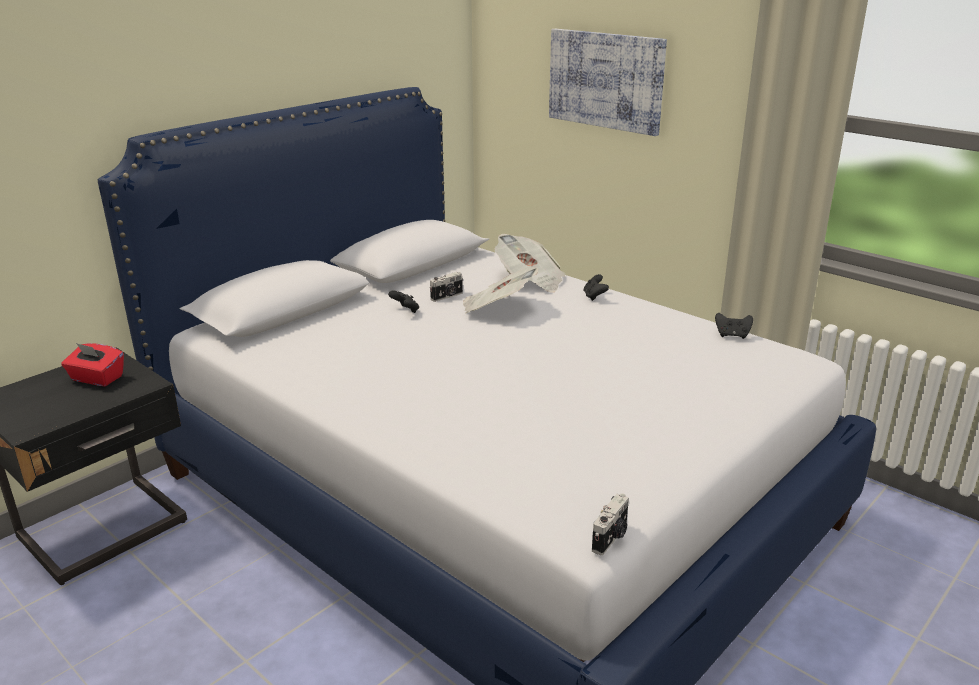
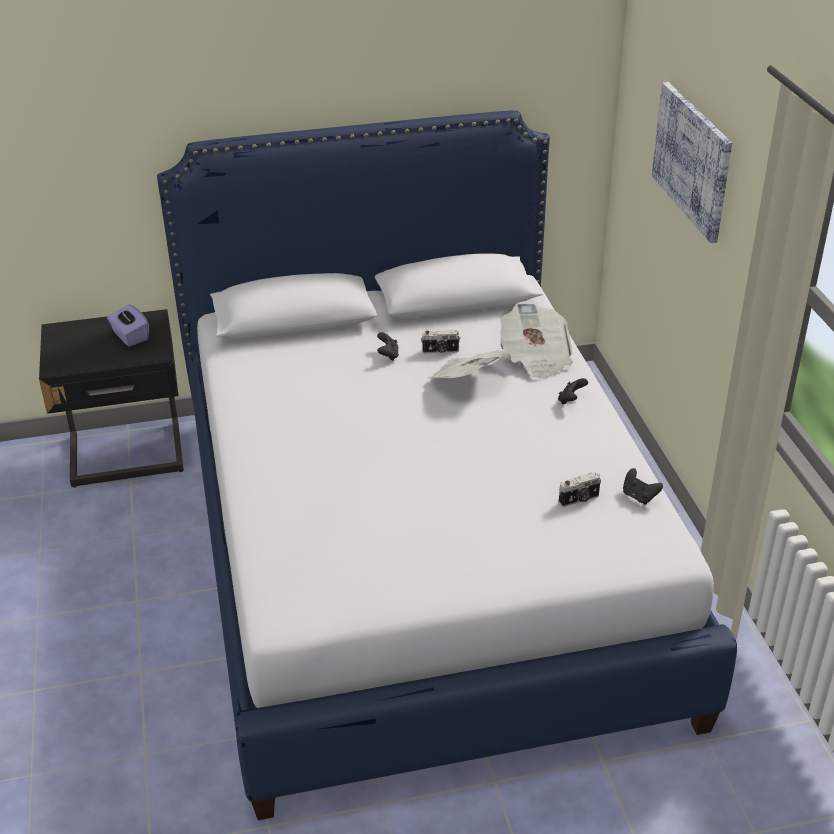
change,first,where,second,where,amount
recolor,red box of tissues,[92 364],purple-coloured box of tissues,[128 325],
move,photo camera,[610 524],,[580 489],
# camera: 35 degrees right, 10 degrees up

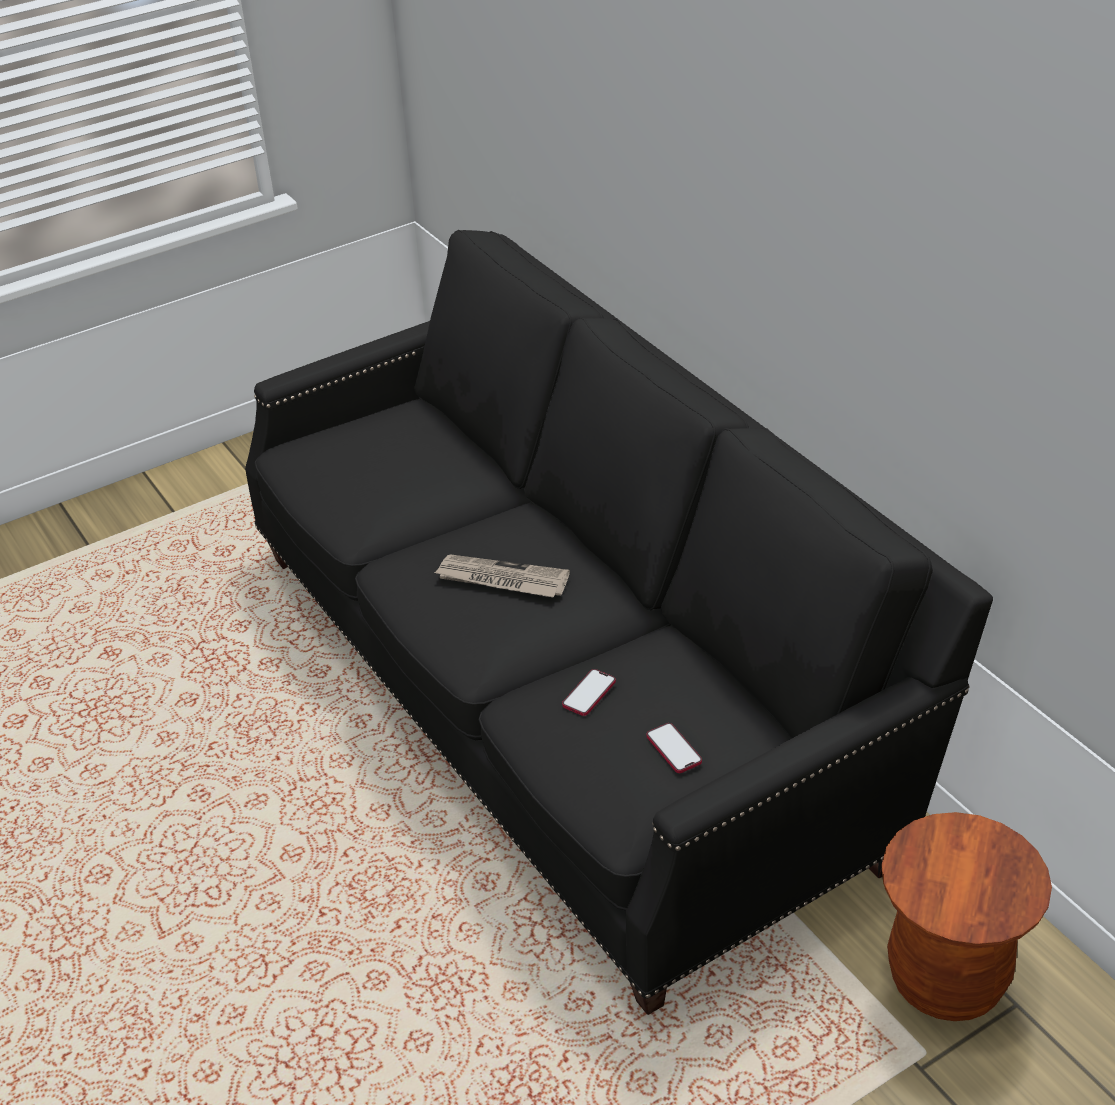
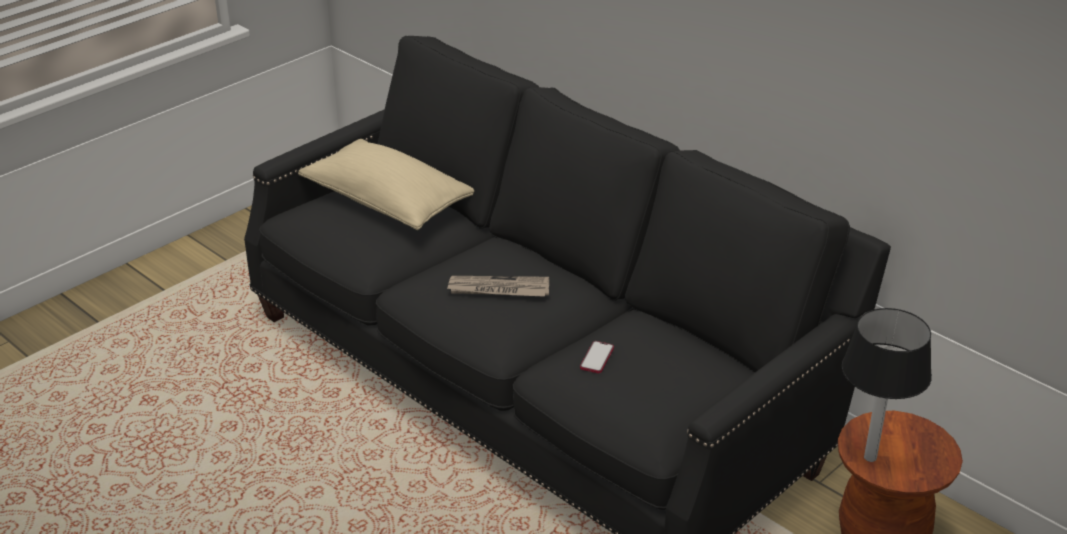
change,first,where,second,where,amount
delete,phone,[674 748],,,
insert,,,beige-coloured cushion,[386 184],
insert,,,table lamp,[887 385],
# camera: 15 degrees left, 5 degrees down

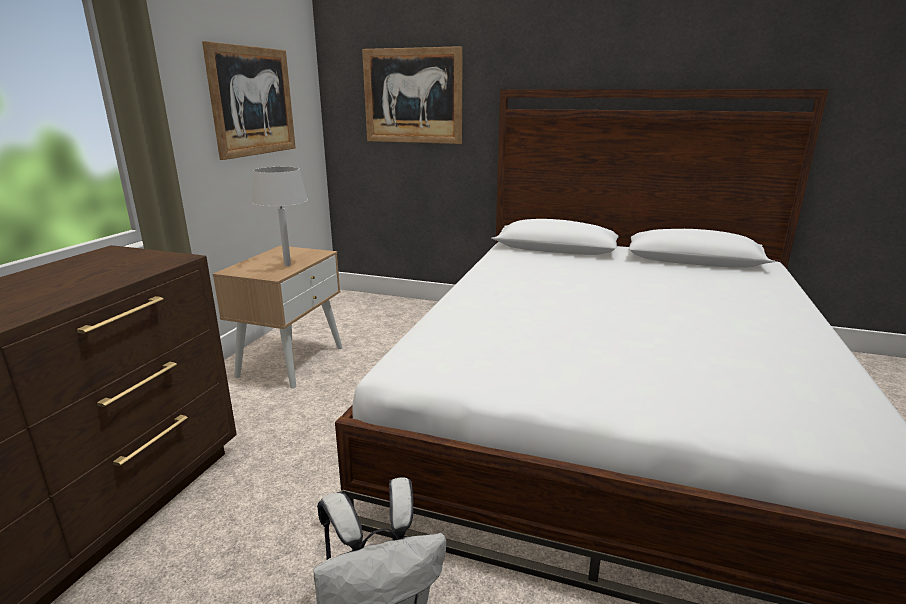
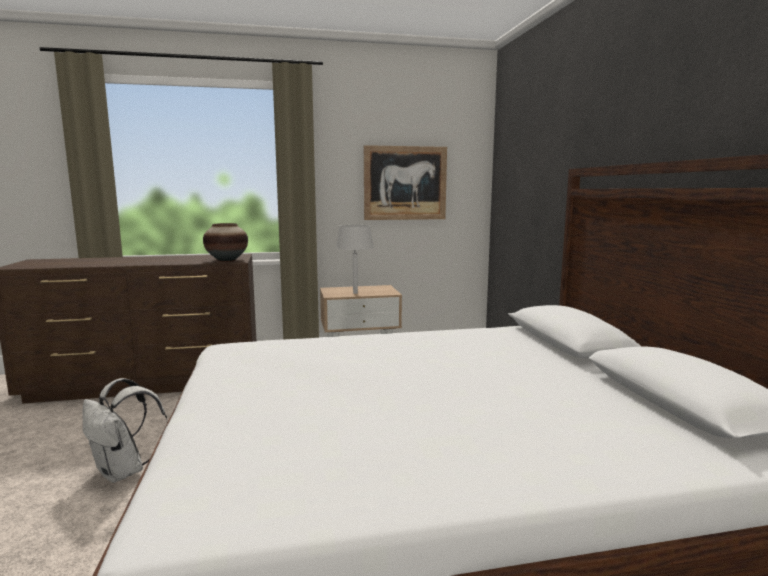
change,first,where,second,where,amount
delete,wall art,[412 95],,,
insert,,,vase,[225 242],
# camera: 60 degrees right, 10 degrees down

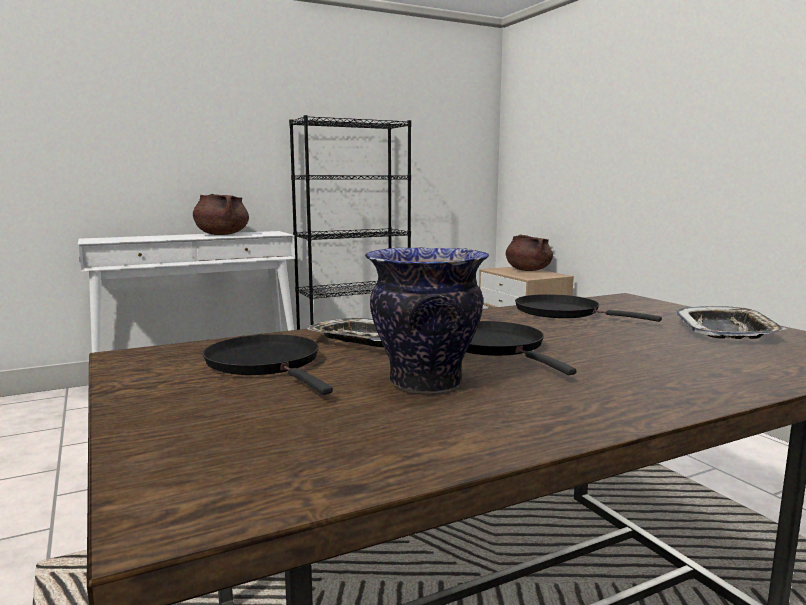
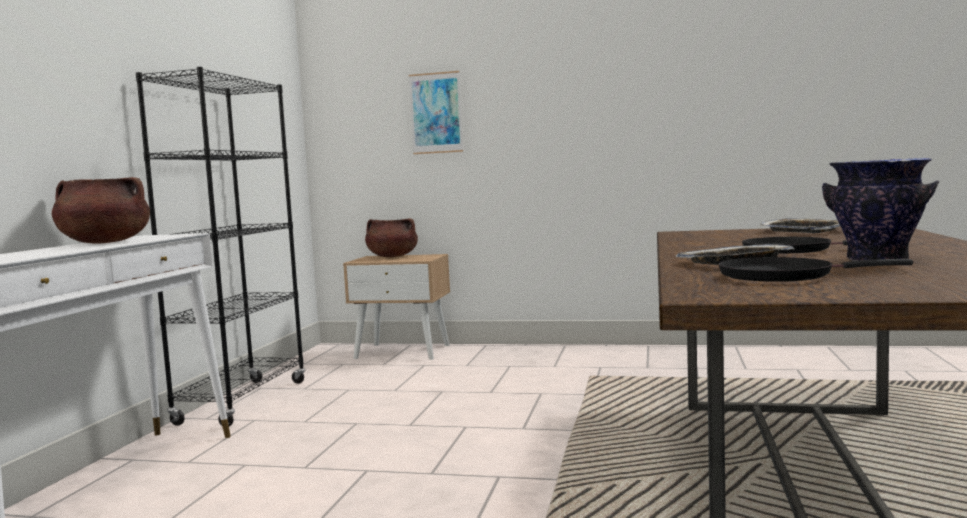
change,first,where,second,where,amount
delete,black-coloured skillet,[588 308],,,
insert,,,wall art,[436 112],
# camera: 50 degrees left, 5 degrees down

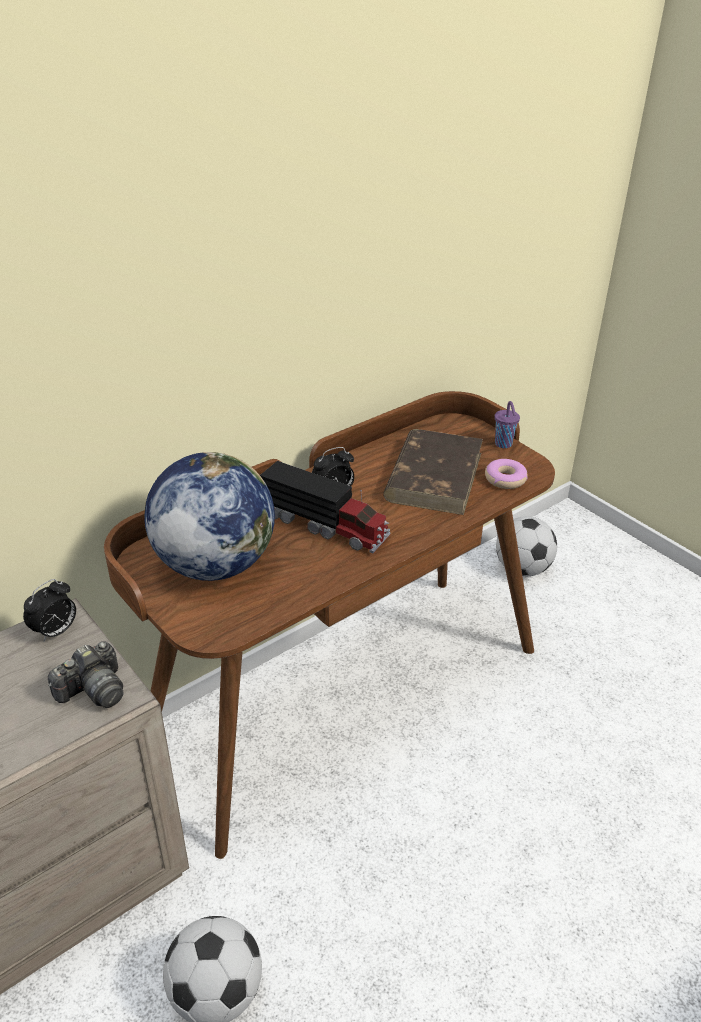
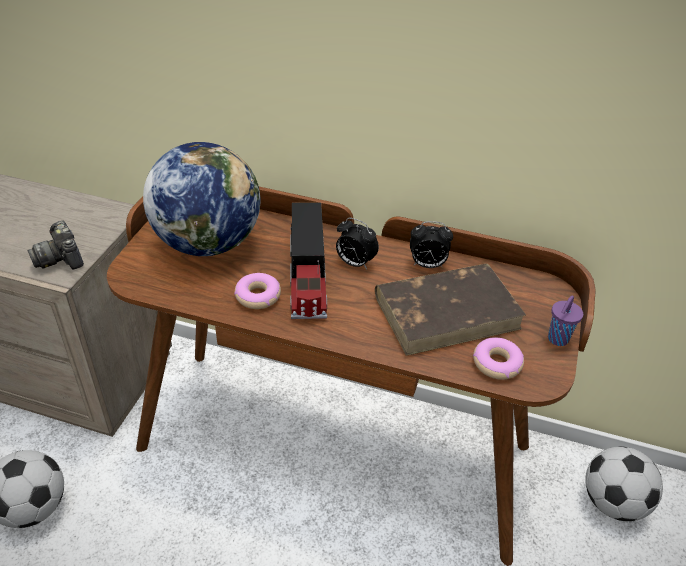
change,first,where,second,where,amount
move,bedside clock,[49 610],,[431 244],
rotate,photo camera,[86 675],,[56 245],45 degrees clockwise
insert,,,ring doughnut,[257 291],
# camera: 55 degrees right, 5 degrees up

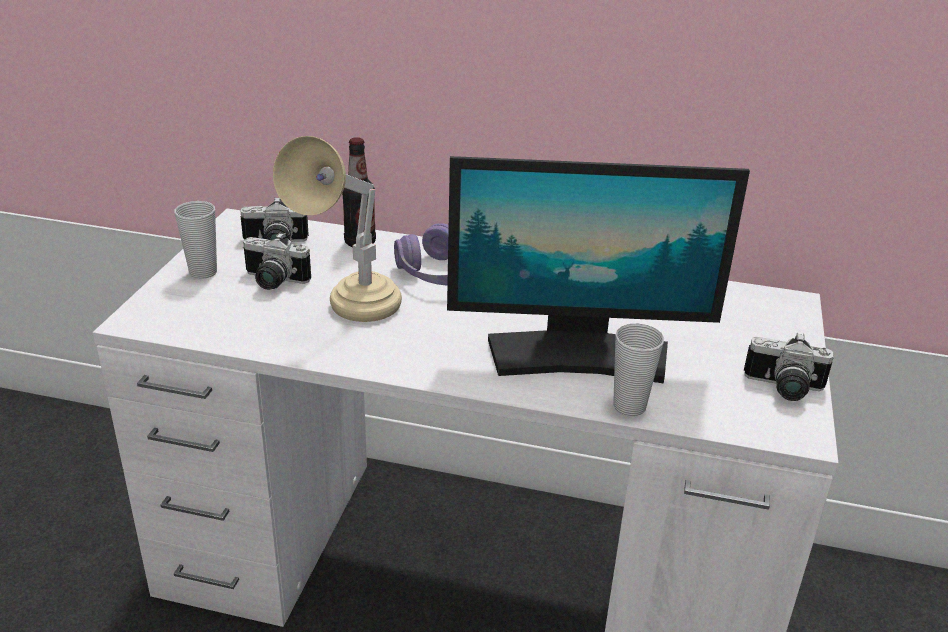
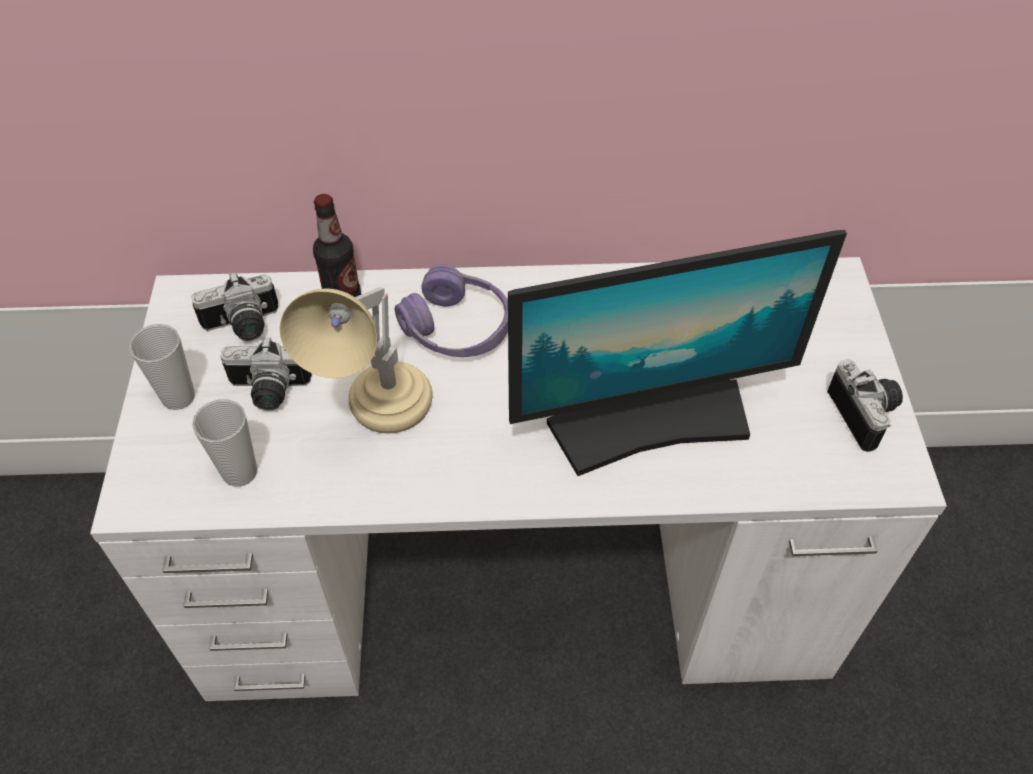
change,first,where,second,where,amount
move,drinking cup,[638 370],,[224 443],
rotate,photo camera,[789 367],,[865 405],105 degrees counterclockwise
# camera: 15 degrees left, 20 degrees up

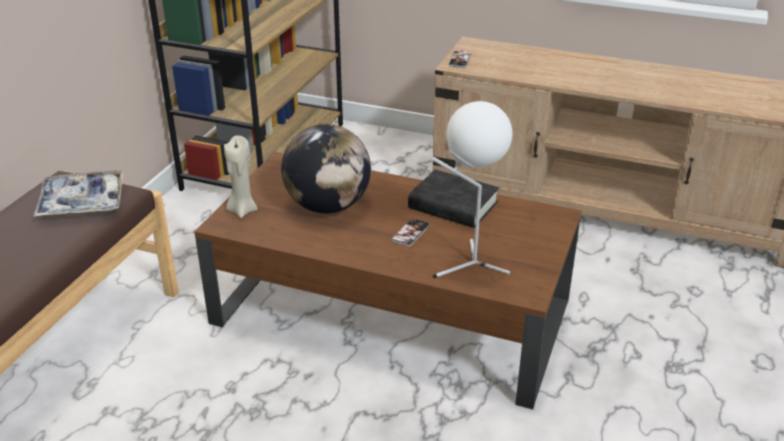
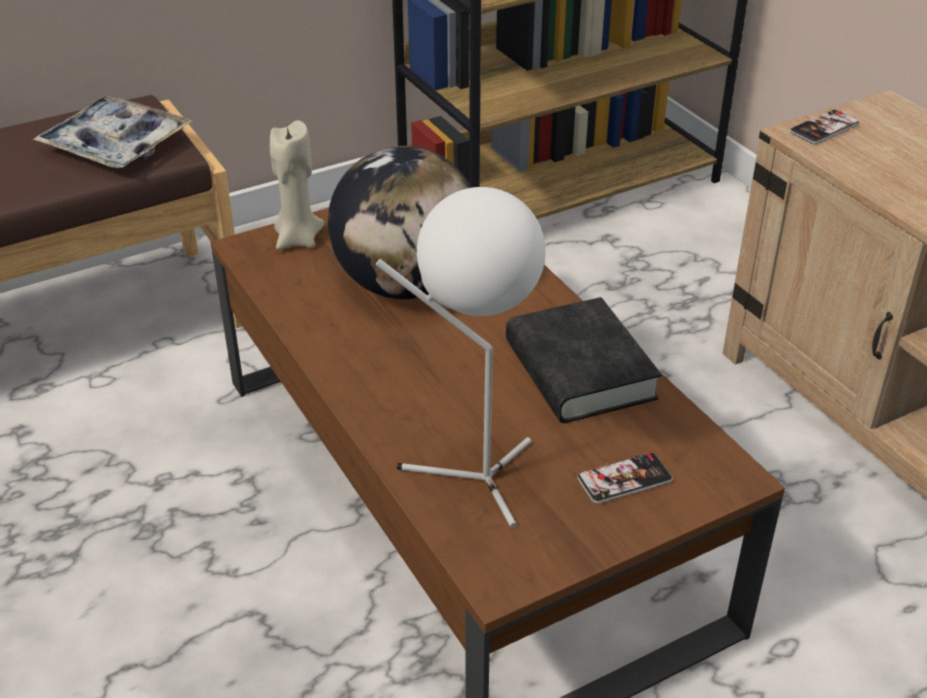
change,first,where,second,where,amount
move,phone,[410 232],,[625 478],
# camera: 40 degrees right, 5 degrees up

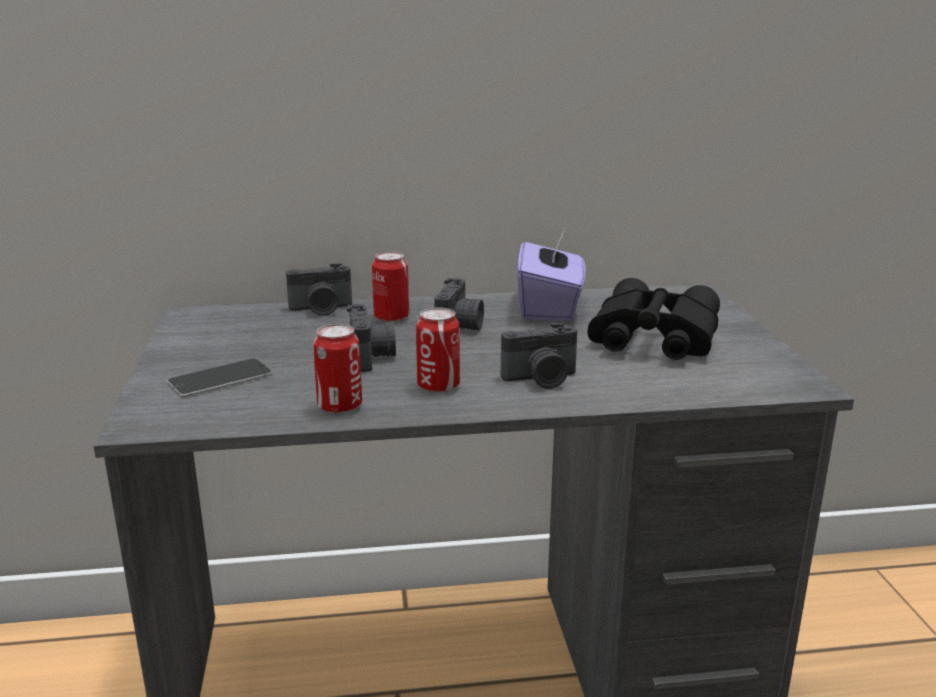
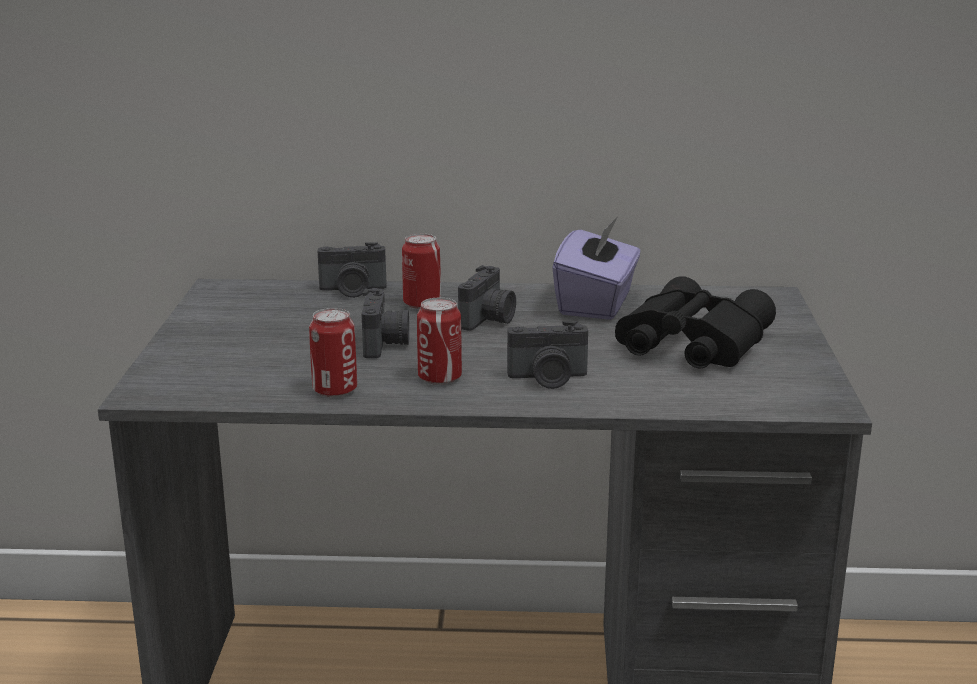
change,first,where,second,where,amount
delete,phone,[220 377],,,
# camera: 10 degrees right, 0 degrees up

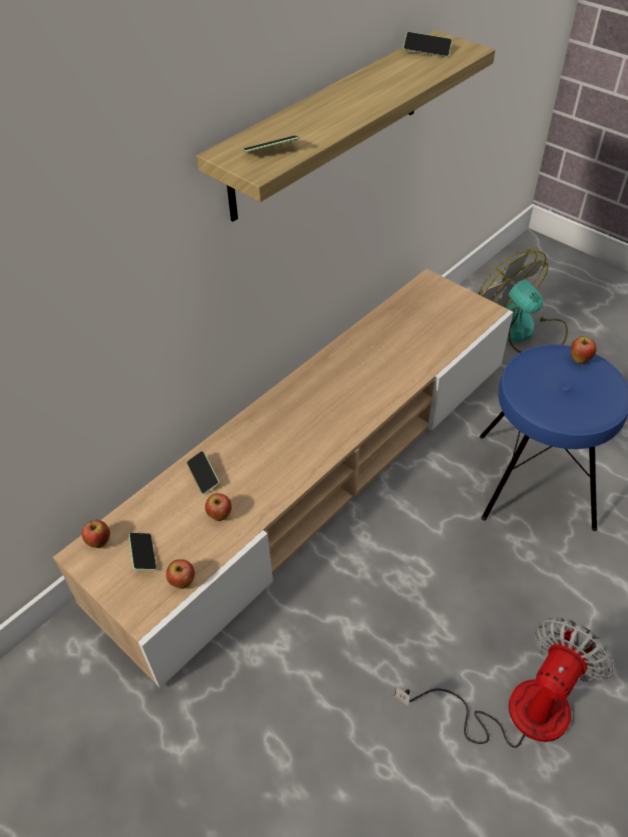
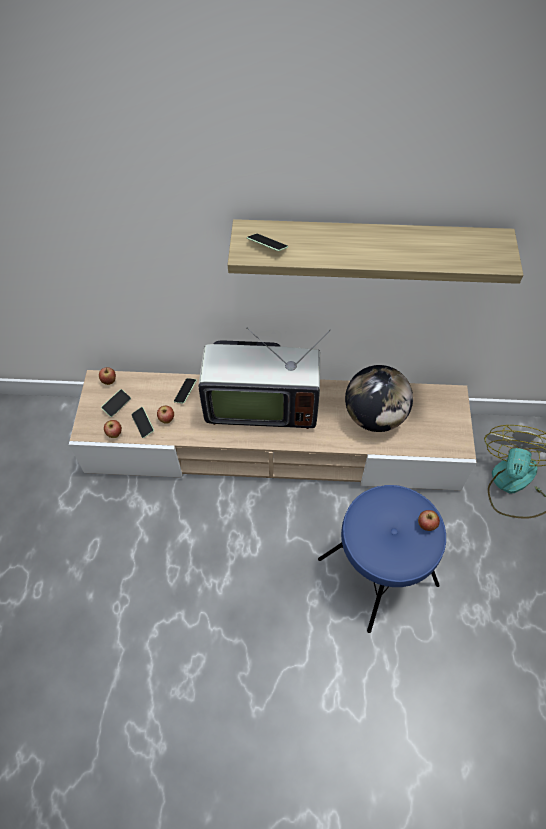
change,first,where,second,where,amount
move,phone,[427 44],,[143 422],
delete,fan,[504 682],,,
insert,,,TV,[265 378],
insert,,,desk globe,[379 398],
# camera: 50 degrees right, 10 degrees up

